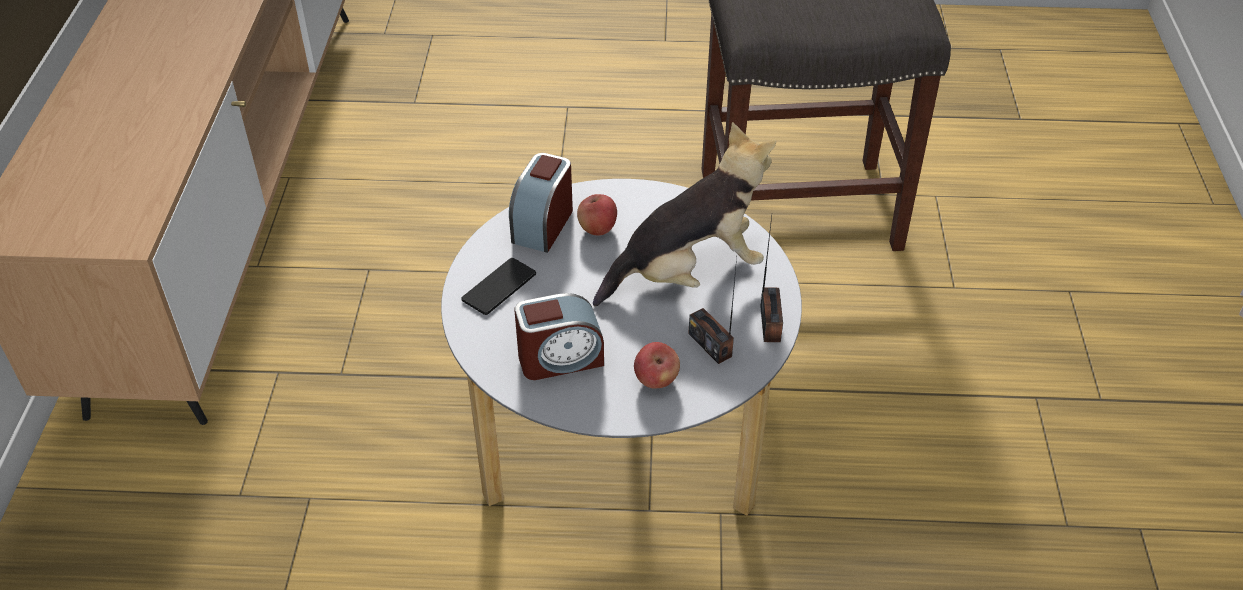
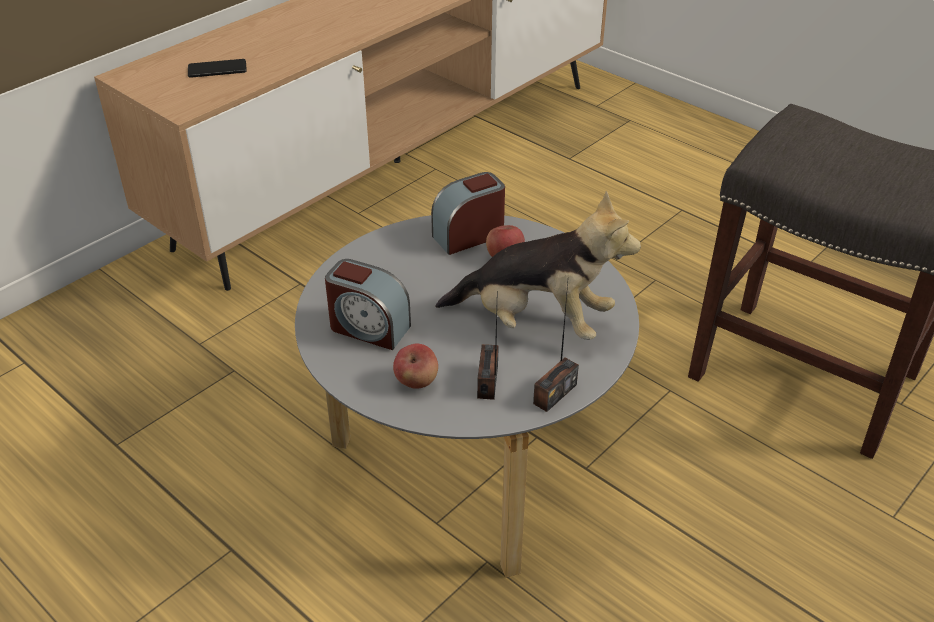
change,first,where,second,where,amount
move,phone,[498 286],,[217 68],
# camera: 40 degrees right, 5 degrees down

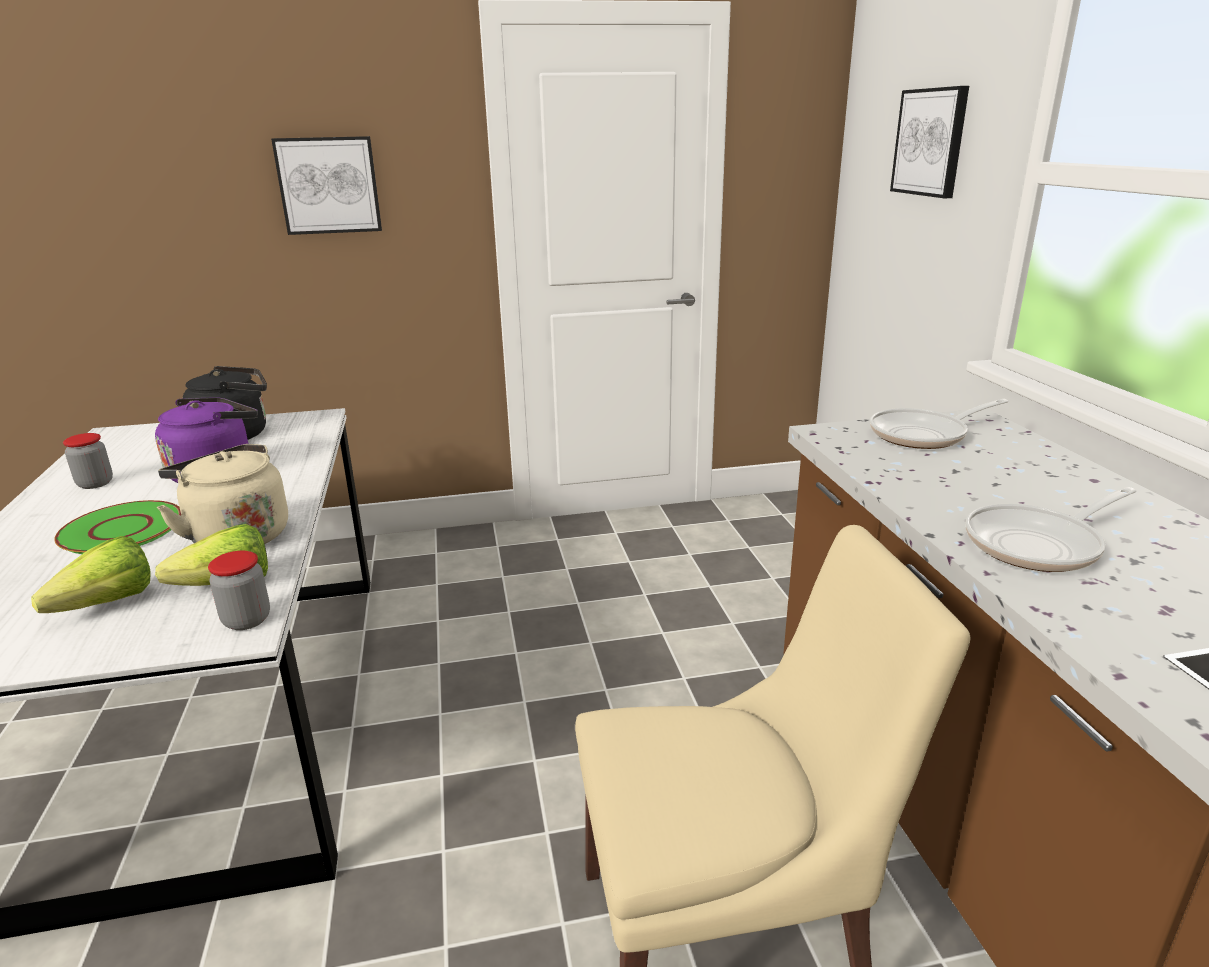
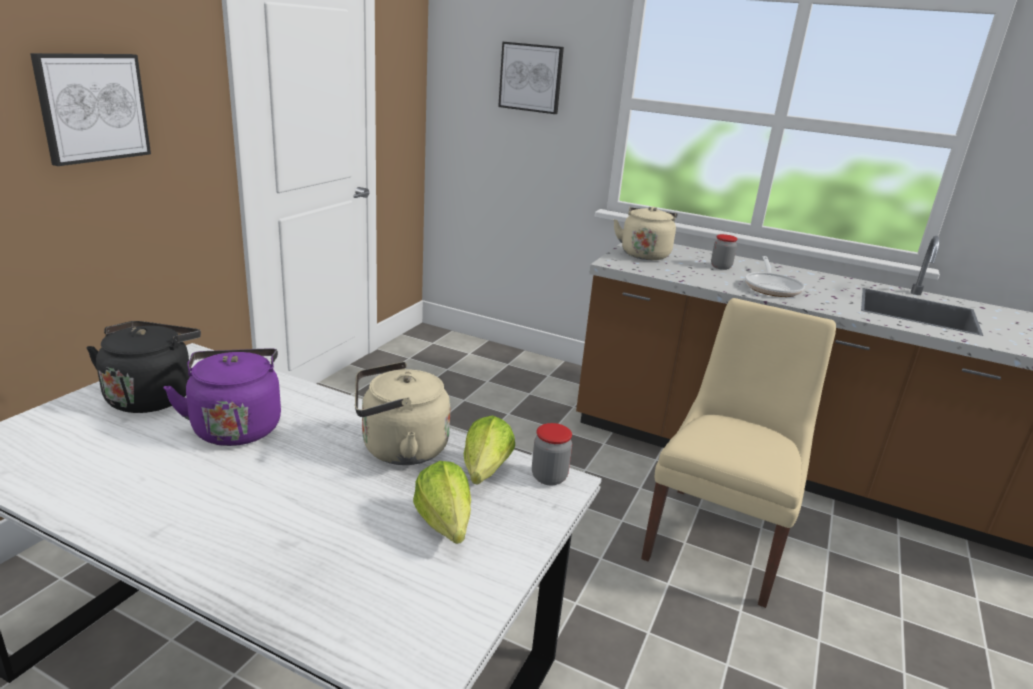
change,first,where,second,where,amount
replace,skillet,[939 424],beige-coloured tea kettle,[645 233],
move,jar,[88 461],,[724 252],
delete,greenish plate,[117 527],,,
# camera: 55 degrees left, 0 degrees up

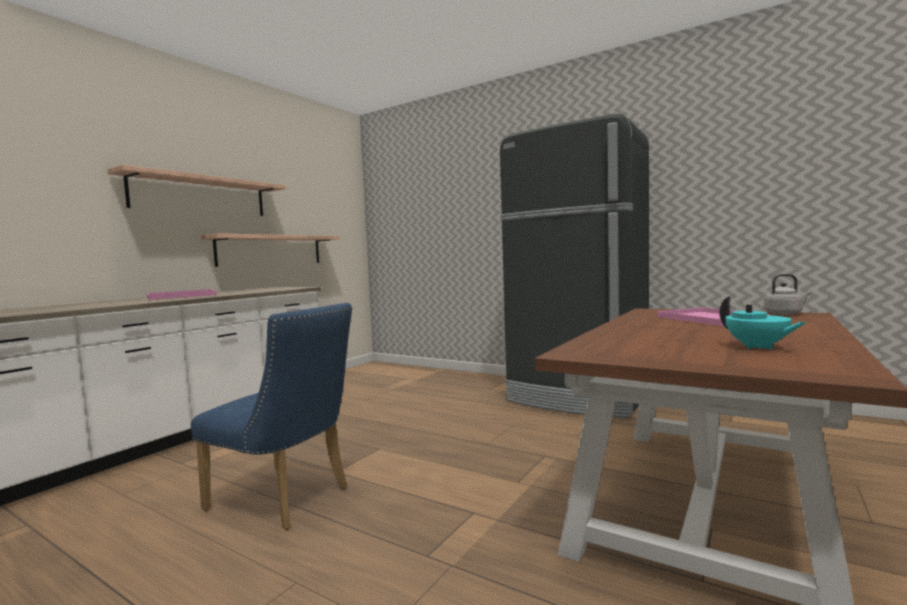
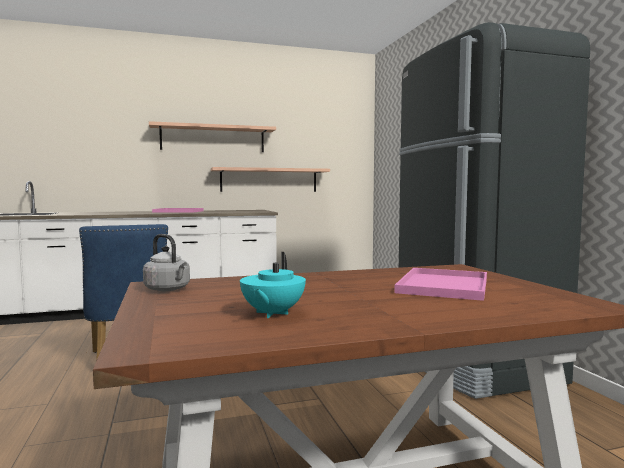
change,first,where,second,where,amount
move,grey tea kettle,[787 294],,[166 262],
# camera: 40 degrees right, 0 degrees up

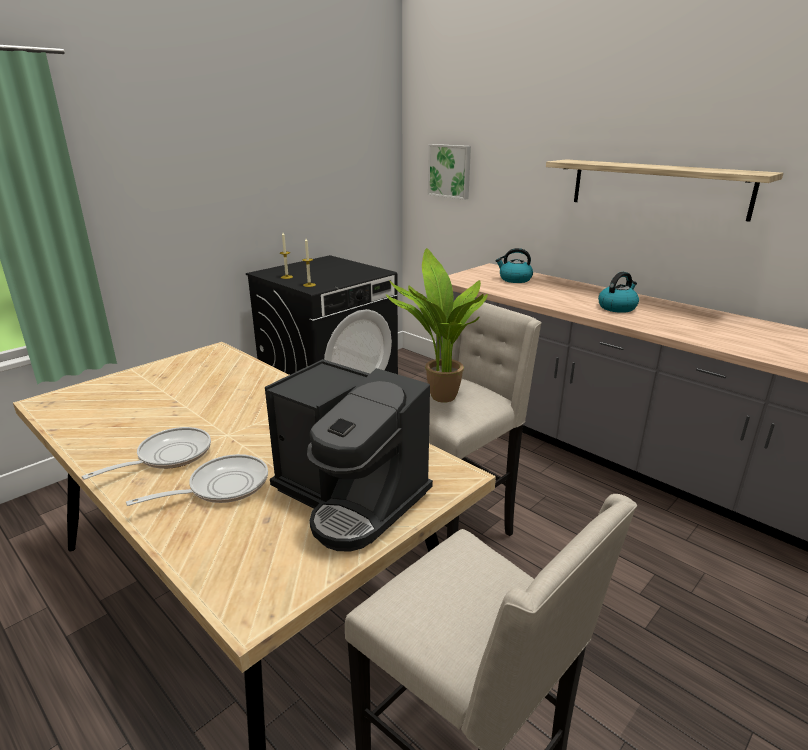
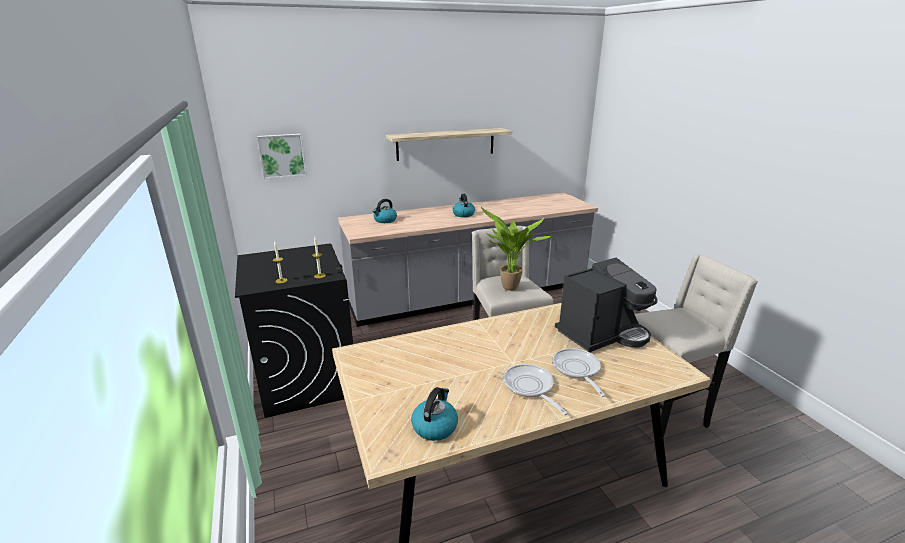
change,first,where,second,where,amount
insert,,,tea kettle,[434 414],
# camera: 65 degrees left, 0 degrees up

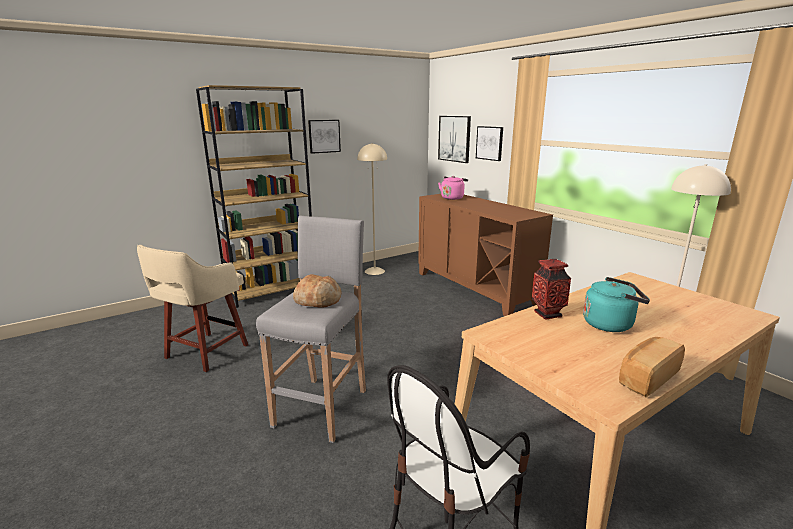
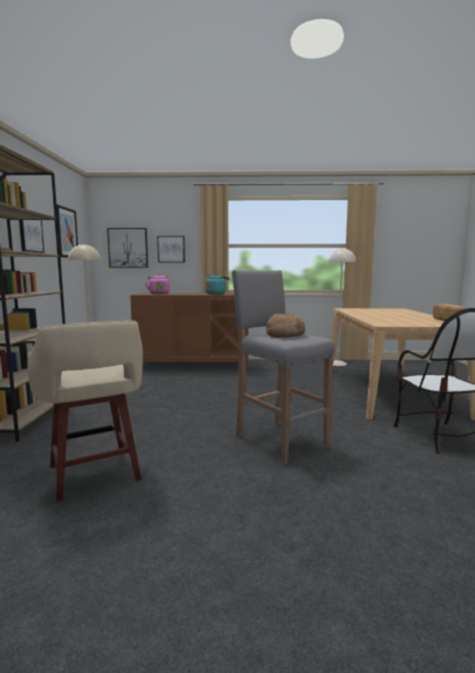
change,first,where,second,where,amount
delete,vase,[551 289],,,
move,turquoise-coloured tea kettle,[616 304],,[217 284],
insert,,,wall art,[67 231],
# camera: 55 degrees left, 10 degrees down

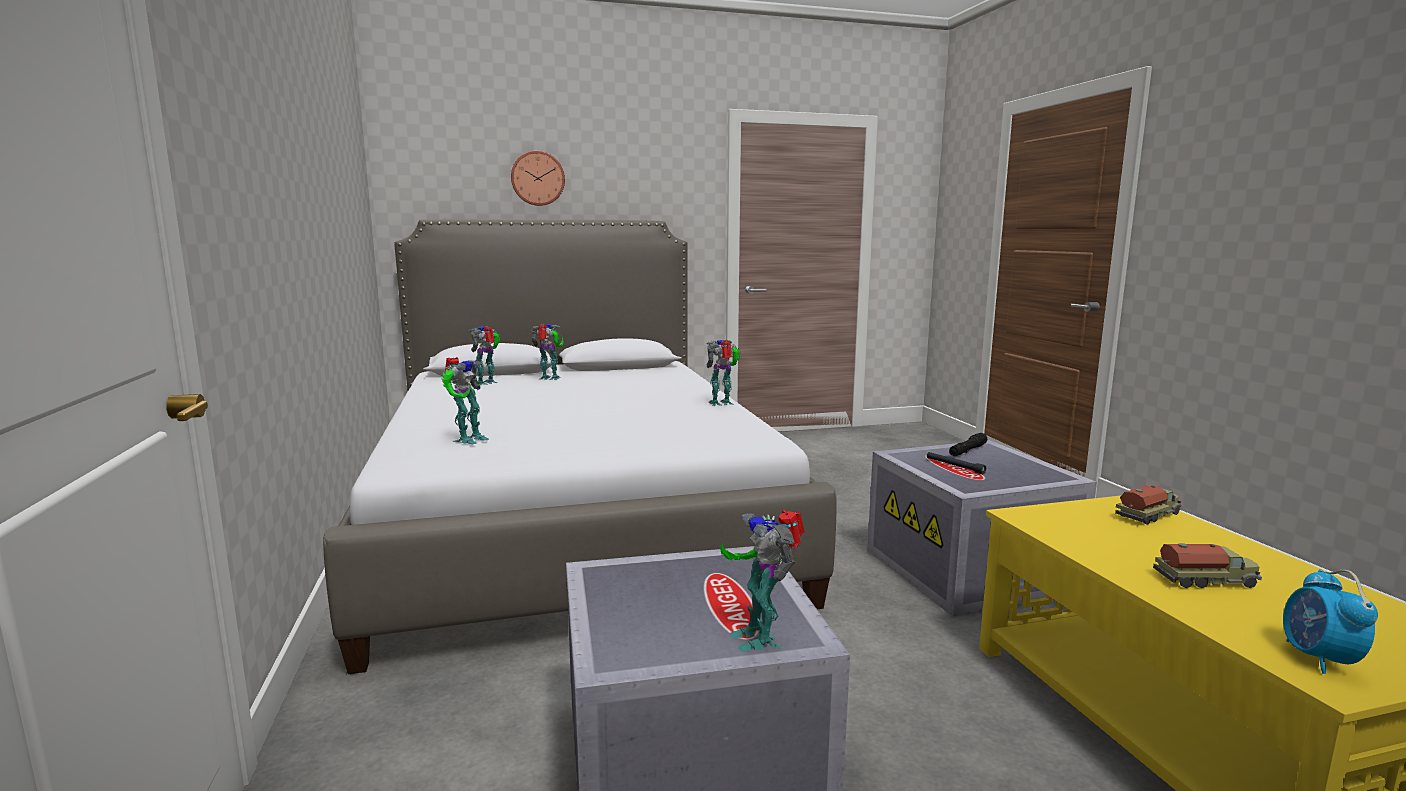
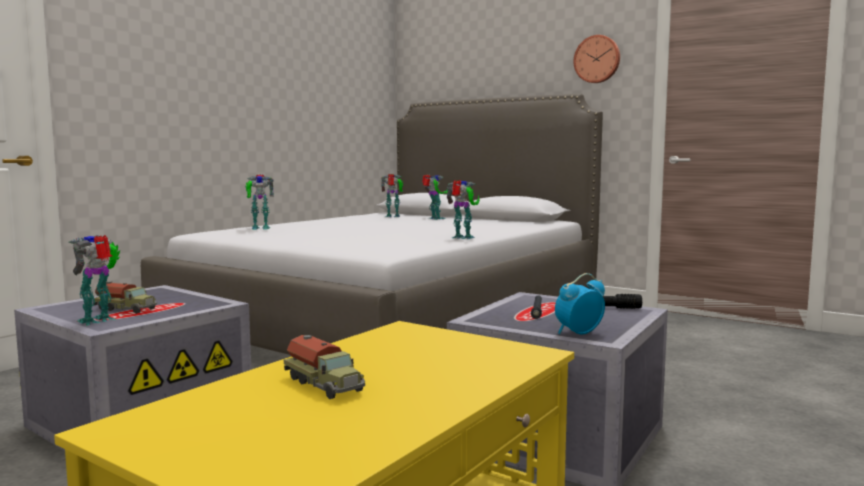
change,first,where,second,where,amount
move,wall clock,[538 178],,[596 59],
move,toy truck,[1148 505],,[125 297],
move,bedside clock,[1330 621],,[580 303],
# camera: 50 degrees right, 5 degrees down

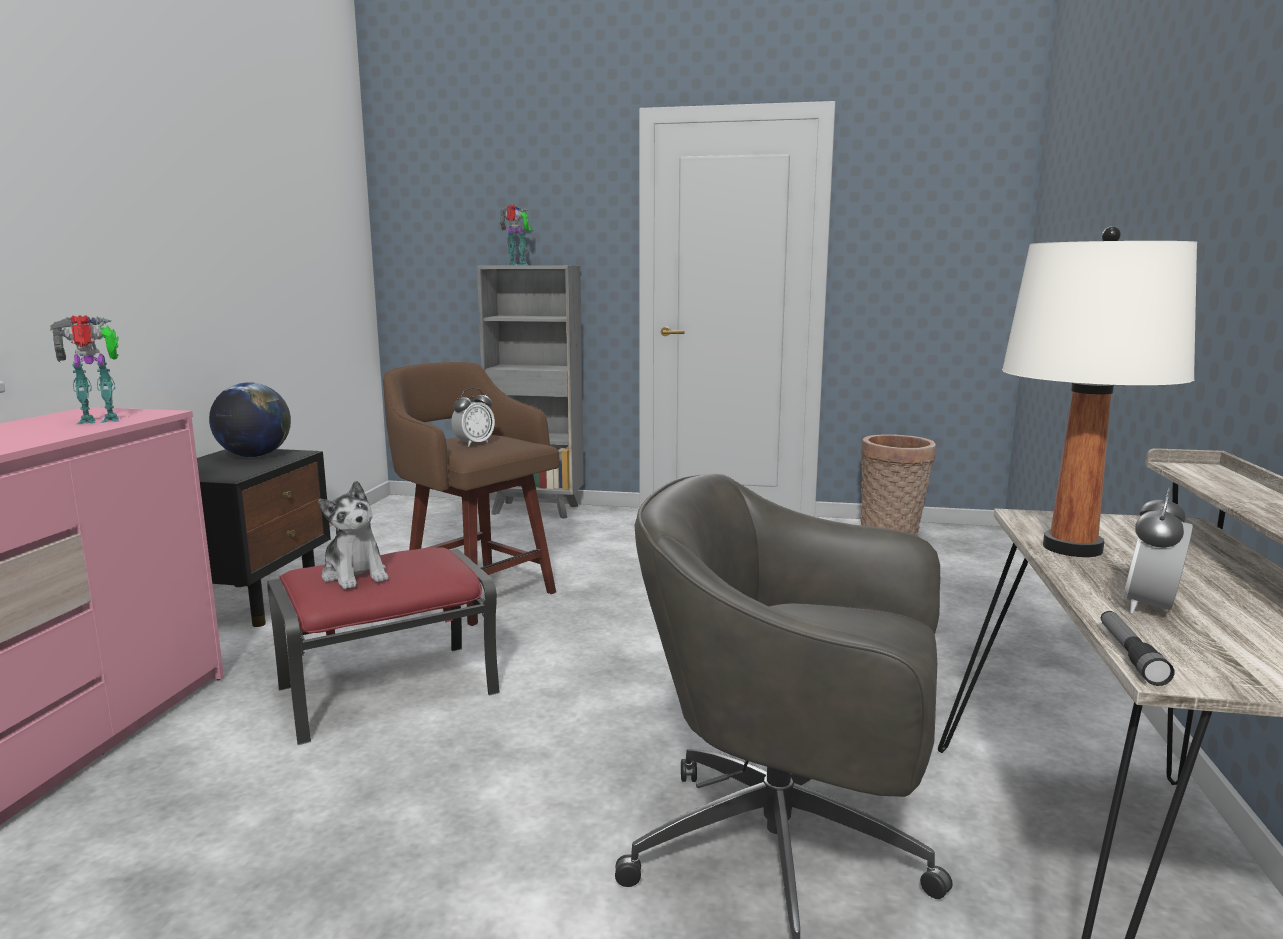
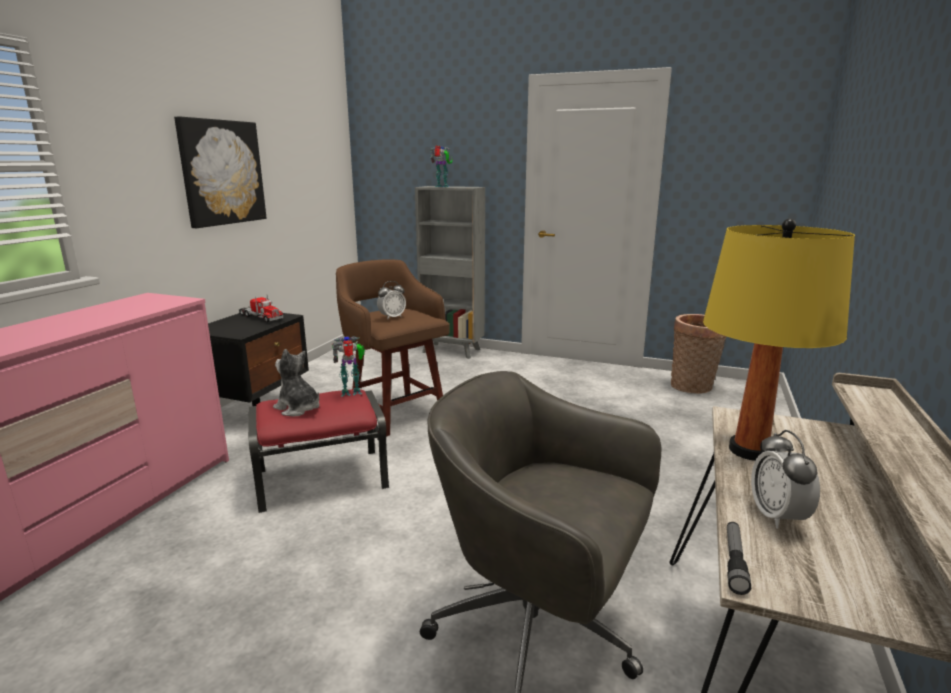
change,first,where,second,where,amount
recolor,white table lamp,[1099 391],yellow-coloured table lamp,[779 340],
move,model robot,[84 369],,[348 366],
replace,desk globe,[250 419],toy truck,[261 309],
rotate,plush toy,[353 535],,[296 383],150 degrees clockwise
rotate,bedside clock,[1158 550],,[785 479],45 degrees counterclockwise
insert,,,wall art,[220 172],
# camera: 10 degrees right, 5 degrees up

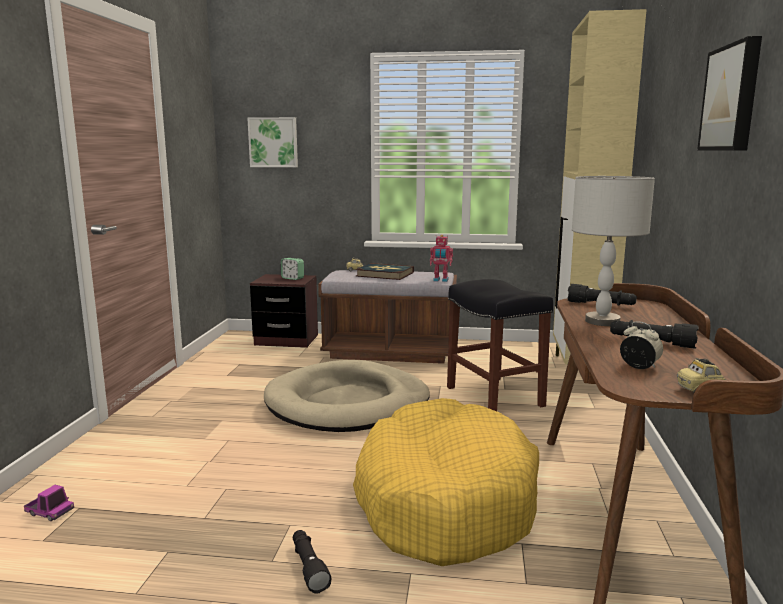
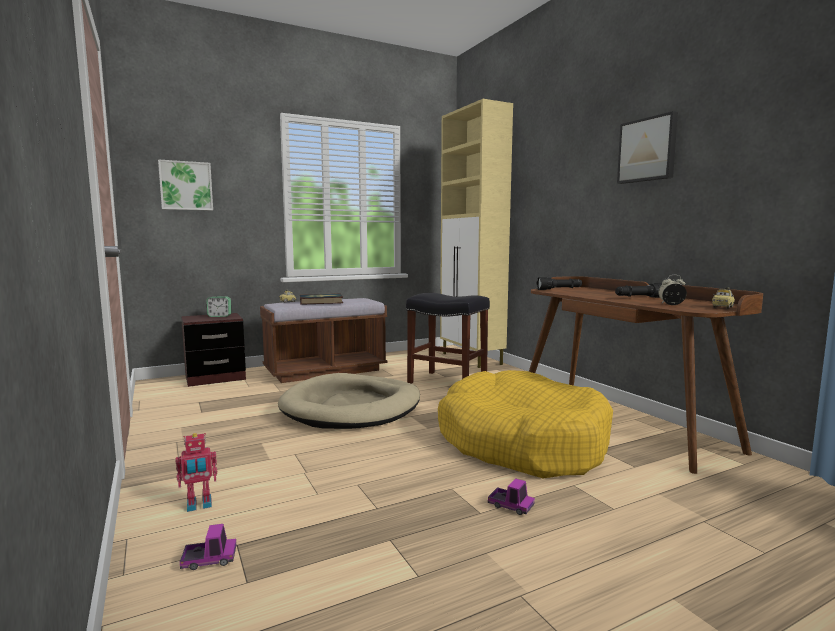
change,first,where,second,where,amount
delete,grey table lamp,[613 251],,,
move,model robot,[441 258],,[196 472],
replace,black-coloured hand torch,[312 562],toy truck,[511 496],
# camera: 35 degrees left, 5 degrees down

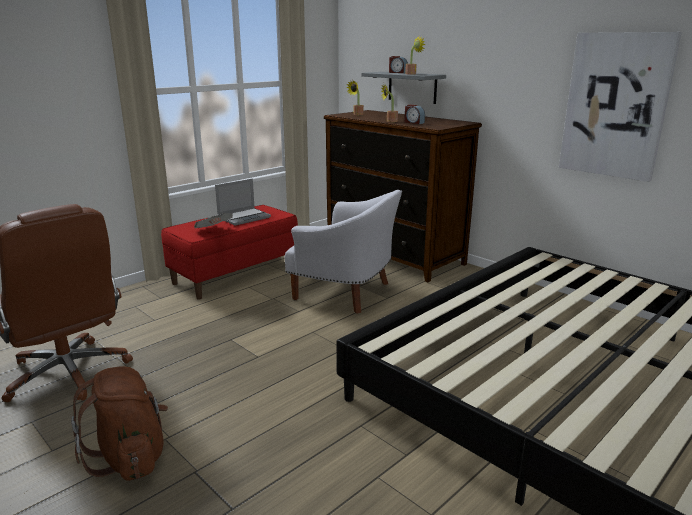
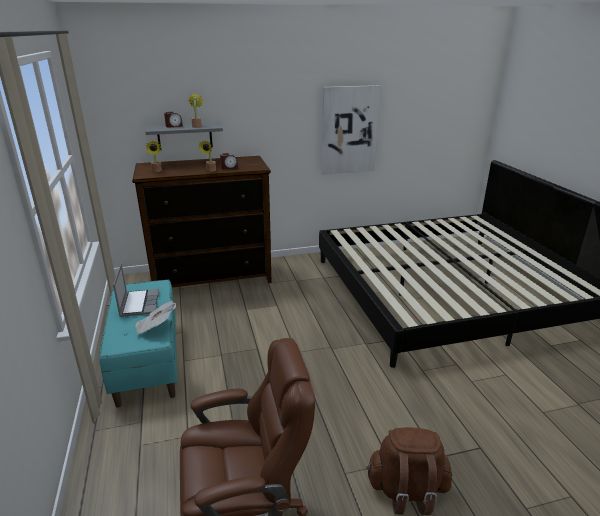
change,first,where,second,where,amount
delete,white lounge chair,[343 252],,,
recolor,red long seat,[229 252],turquoise-coloured long seat,[138 343],
# camera: 60 degrees left, 5 degrees up

